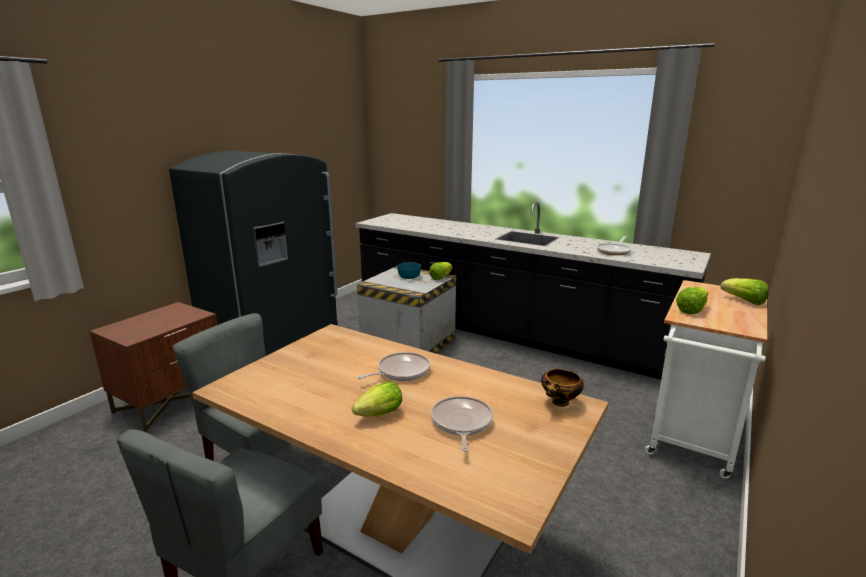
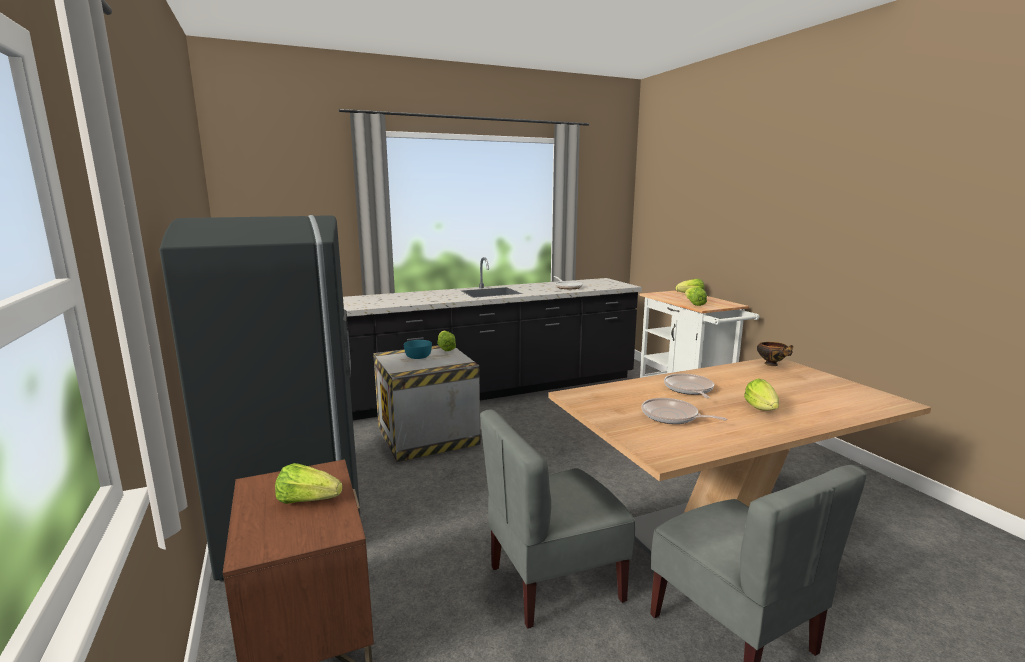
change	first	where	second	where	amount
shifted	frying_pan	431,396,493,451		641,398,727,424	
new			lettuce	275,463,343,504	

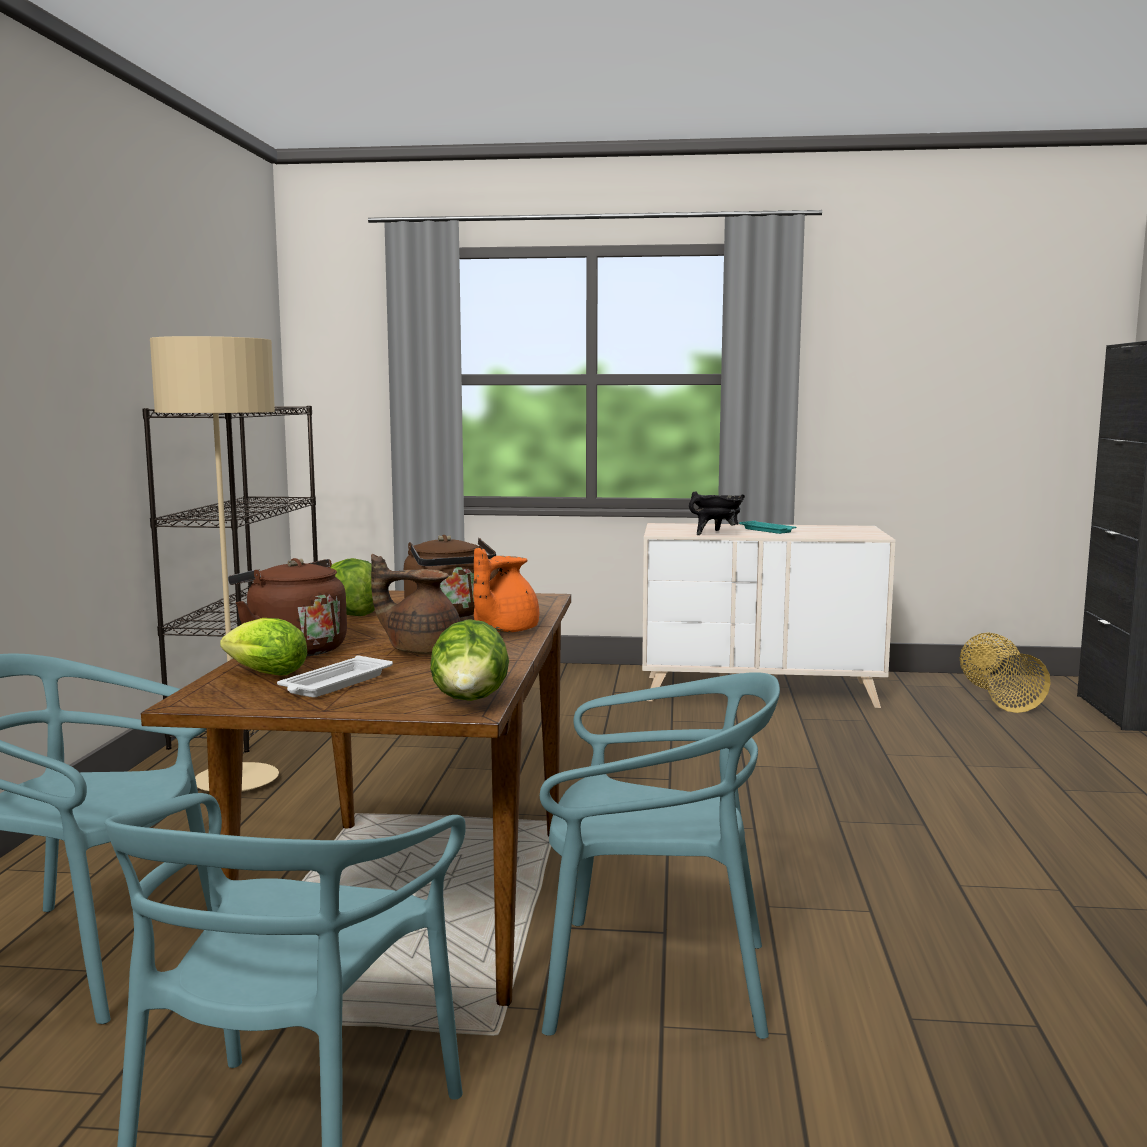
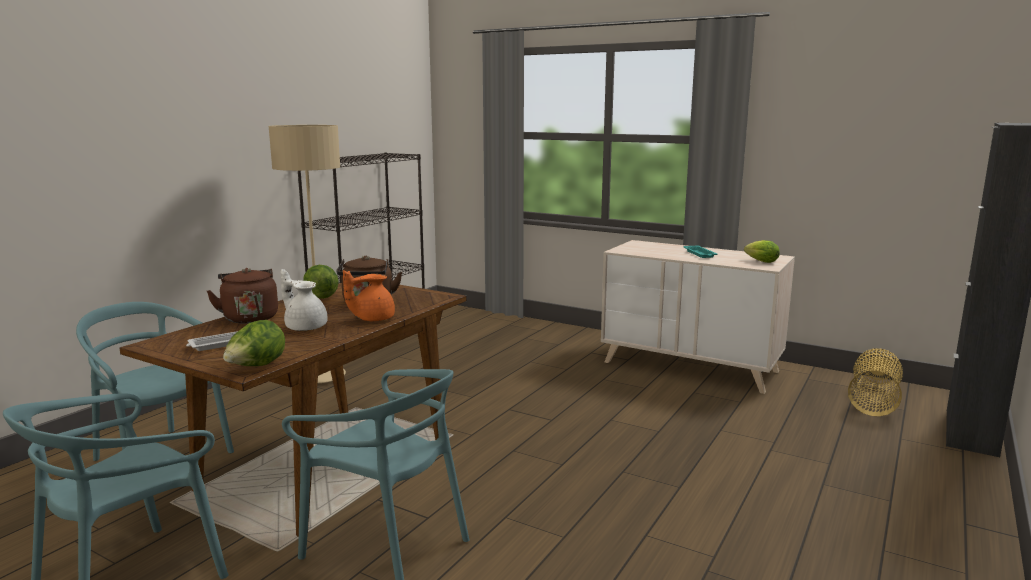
change	first	where	second	where	amount
shifted	lettuce	220,618,307,675		744,240,780,263	
repainted	brown_teapot	371,554,461,654	white_teapot	281,269,328,331	
gone	black_cooking_pot	689,491,745,535			

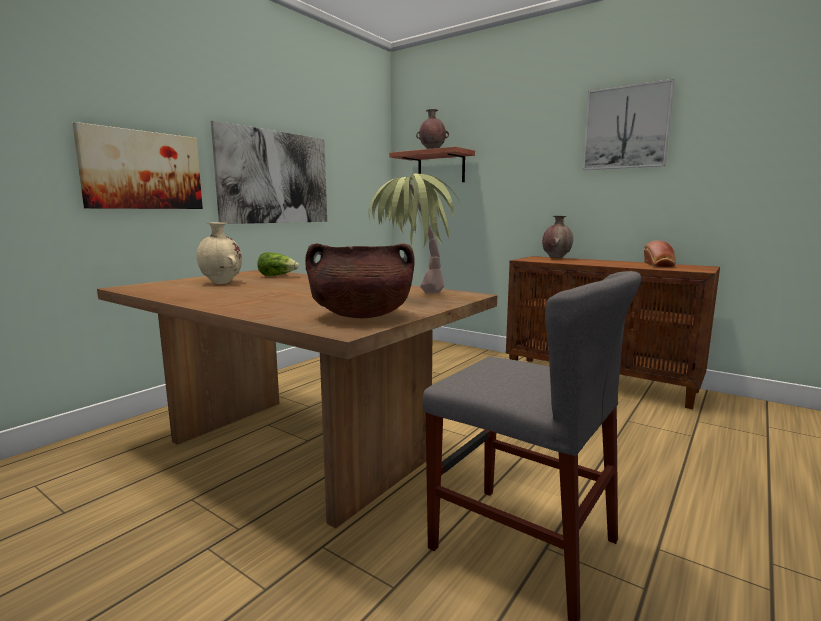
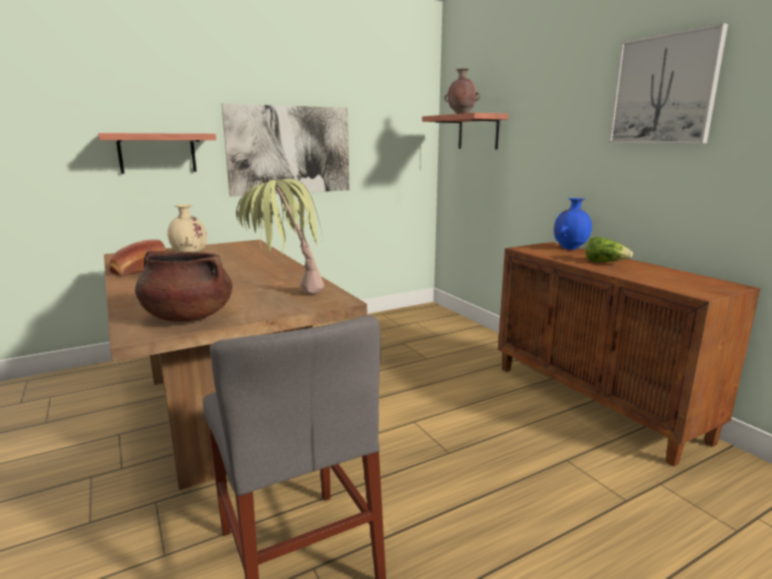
change	first	where	second	where	amount
swapped	picture	72,122,203,209	shelf	98,133,216,174	
shifted	lettuce	257,252,299,276		585,237,633,262	
repainted	brown_vase	542,216,573,258	blue_vase	554,198,592,250	
shifted	bread	644,241,676,268		109,239,166,276	

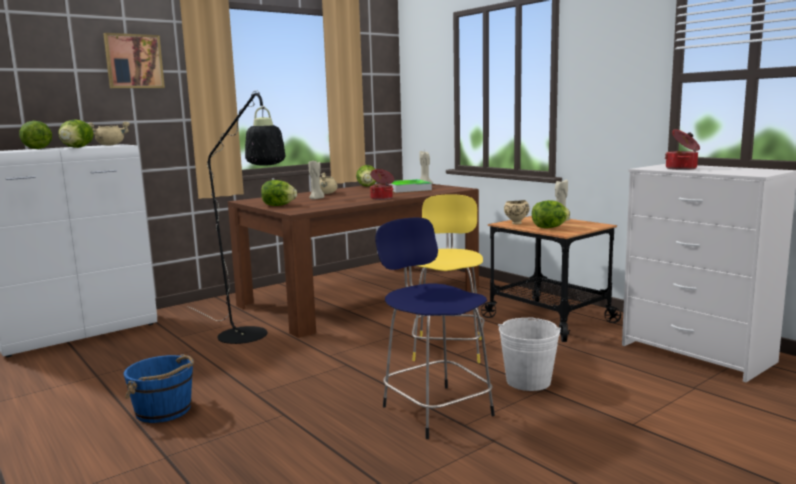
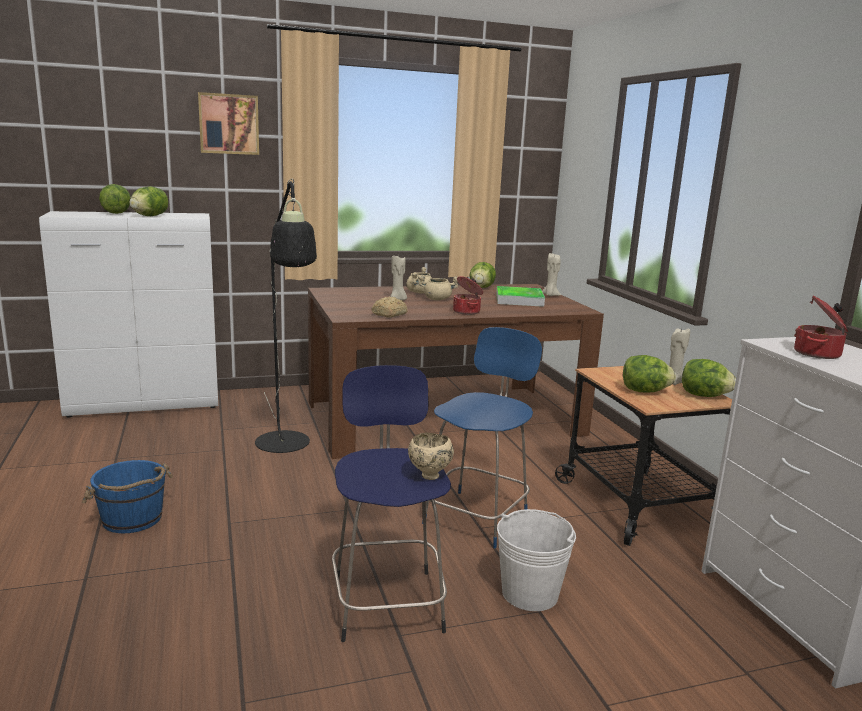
change	first	where	second	where	amount
shifted	beige_cooking_pot	88,121,130,145		418,275,458,300	
shifted	lettuce	261,180,297,206		682,359,736,397	
repainted	yellow_stool	412,195,485,363	blue_stool	422,327,542,548	
shifted	beige_bowl	504,200,529,224		408,432,454,480	
new			bread	371,297,408,318	

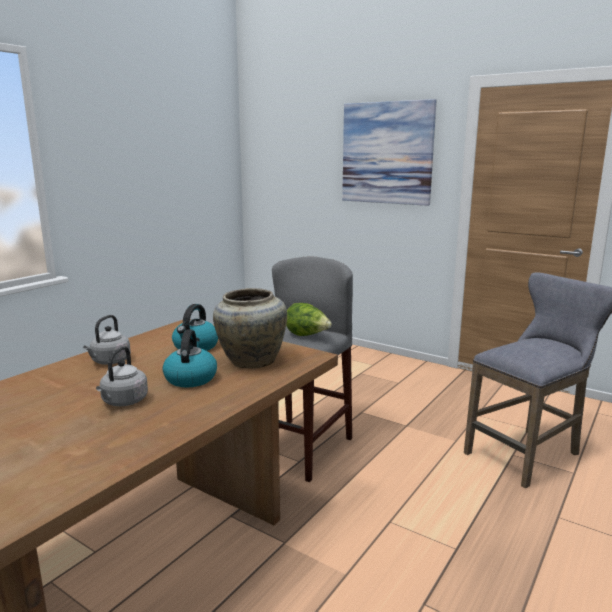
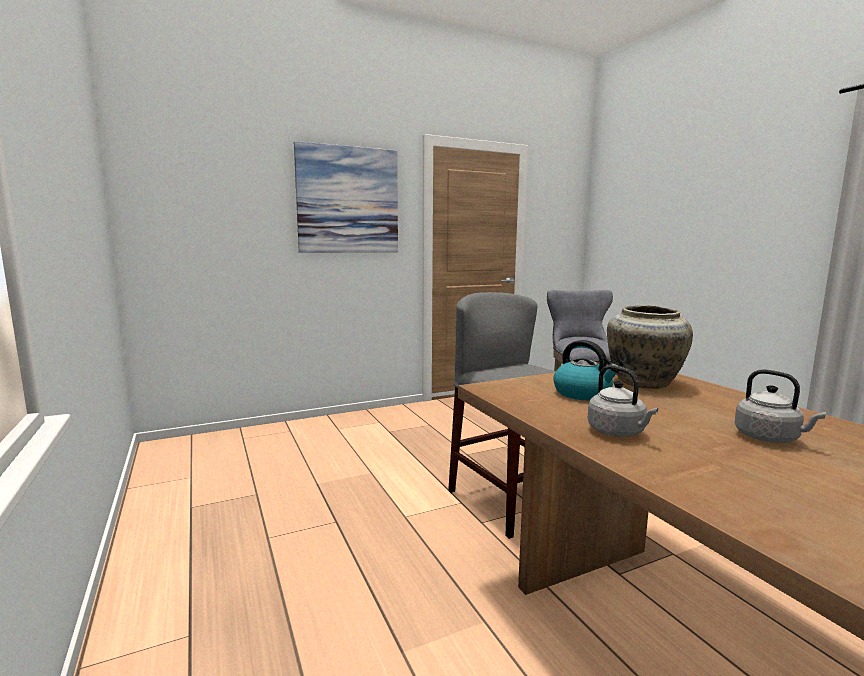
change	first	where	second	where	amount
gone	kettle	162,329,217,387			
gone	lettuce	286,303,332,336			

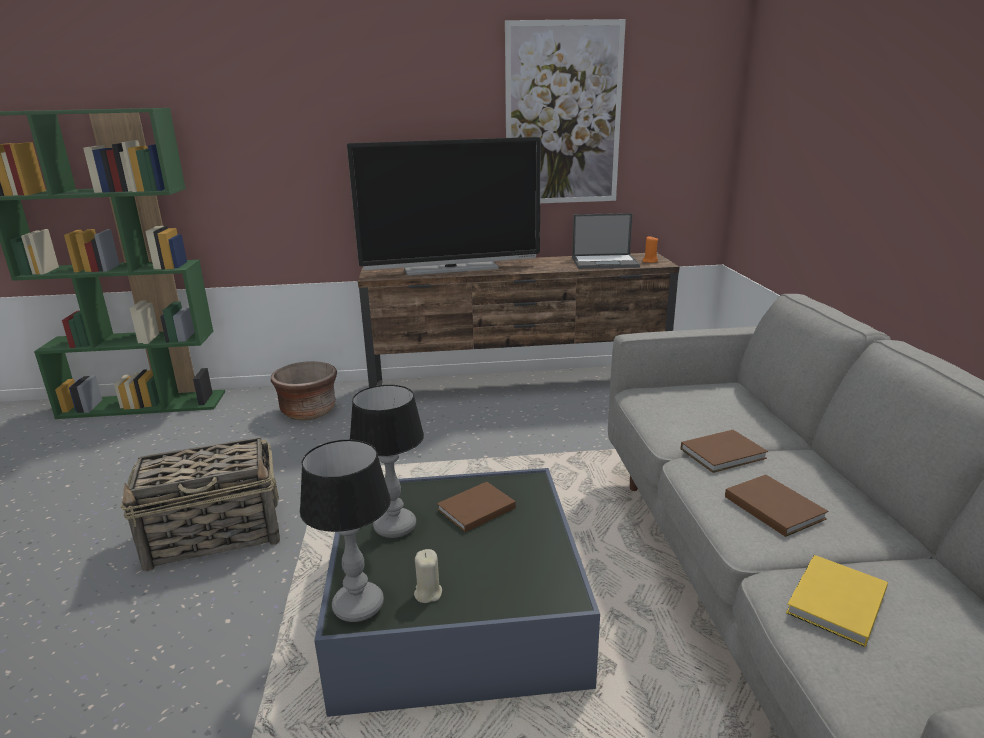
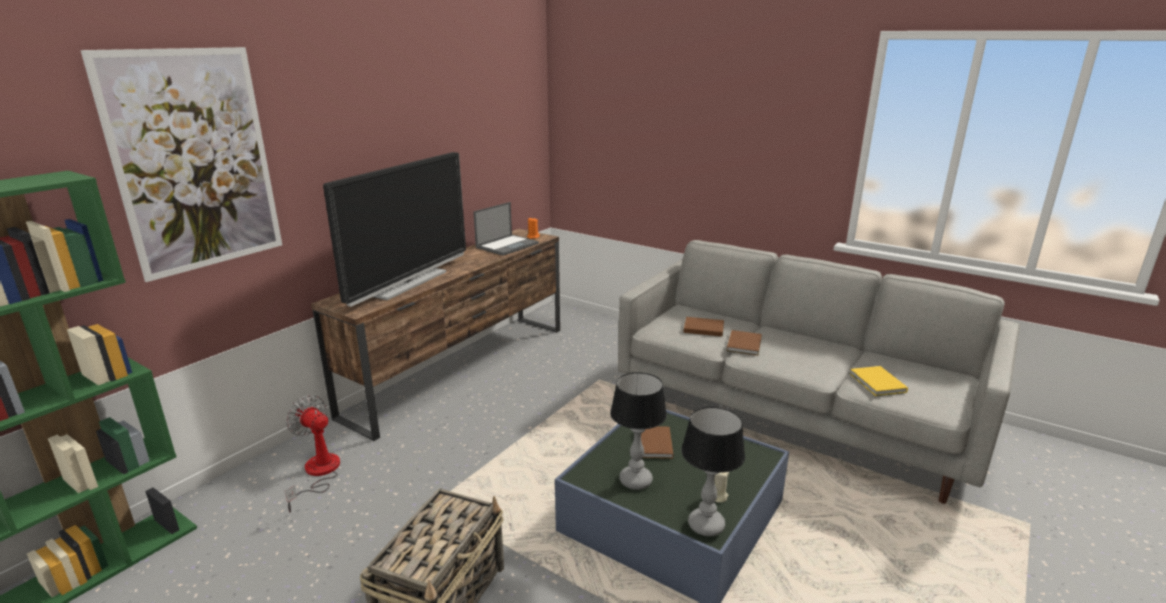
change	first	where	second	where	amount
swapped	brown_planter	271,361,337,420	fan	285,395,340,512	
shifted	picture	505,19,626,203		81,47,282,282	
shifted	brown_book	725,475,828,537		684,317,724,337	

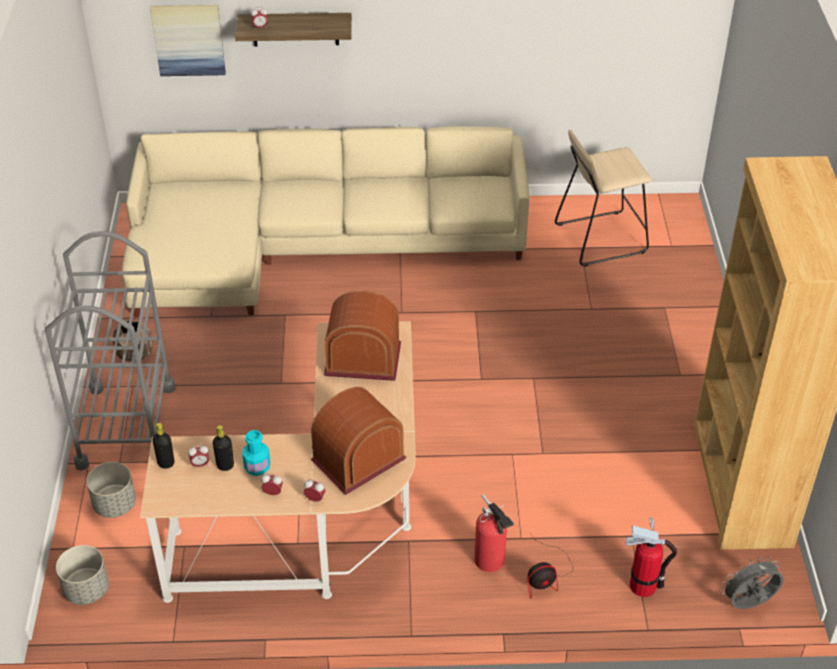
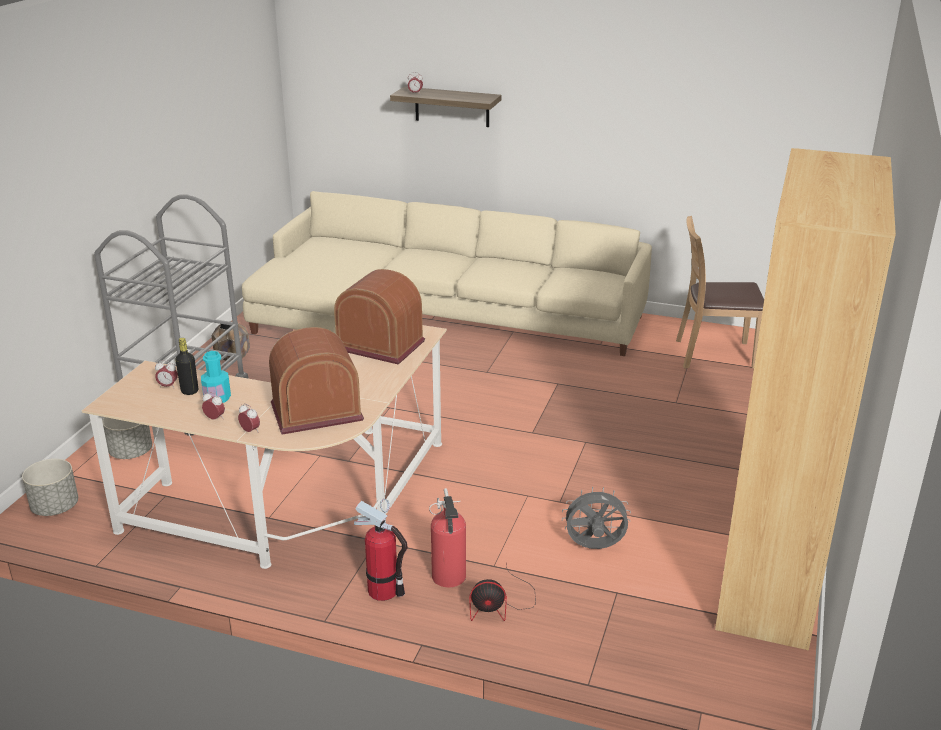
change	first	where	second	where	amount
gone	picture	150,5,226,76			
gone	black_bottle	152,423,175,469			
swapped	beige_stool	555,130,652,267	brown_chair	676,216,764,369	
shifted	fire_extinguisher	626,518,677,597		354,499,408,601	
shifted	grey_fan	720,557,784,609		562,487,631,549	

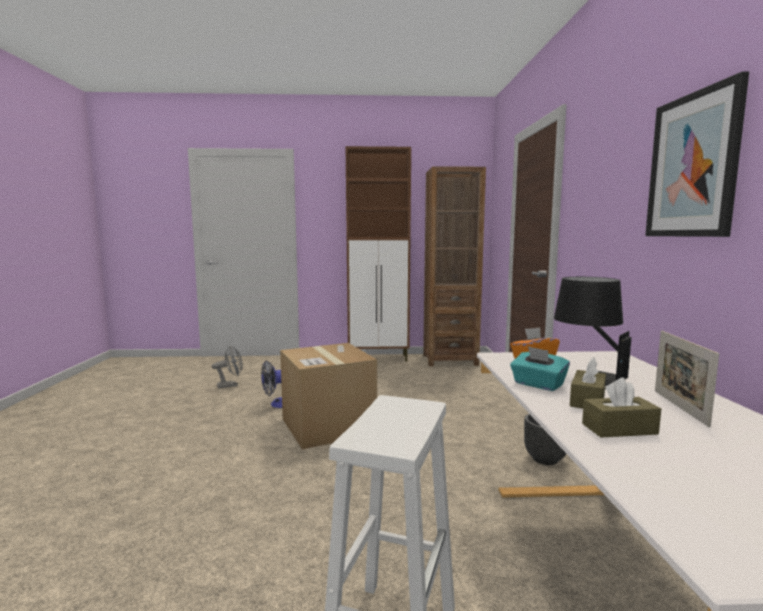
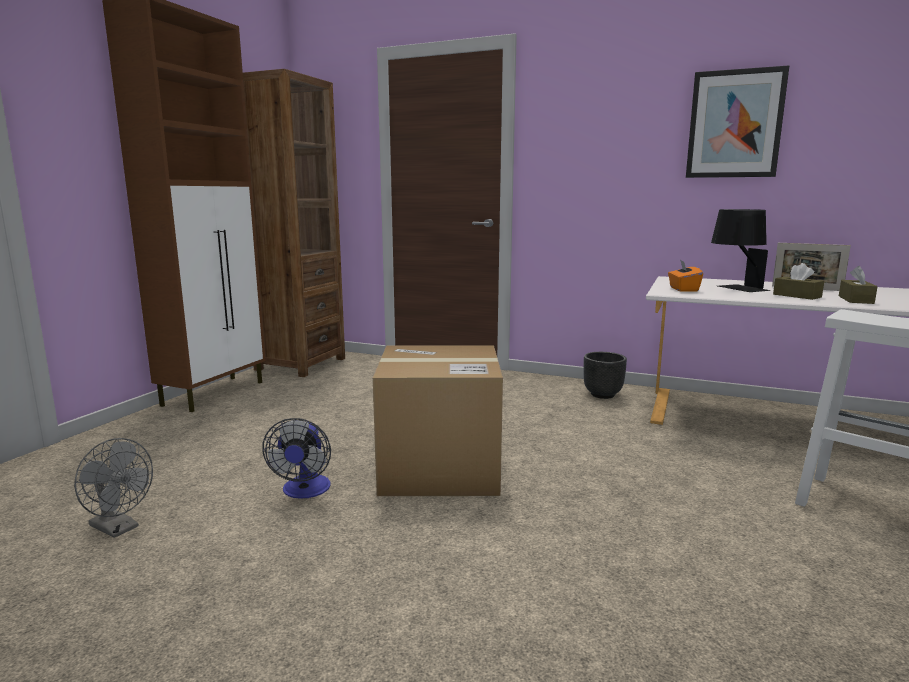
change	first	where	second	where	amount
rotated	grey_fan	212,346,243,388		74,438,153,538	120 degrees clockwise
gone	turquoise_tissue_box	510,346,570,391			

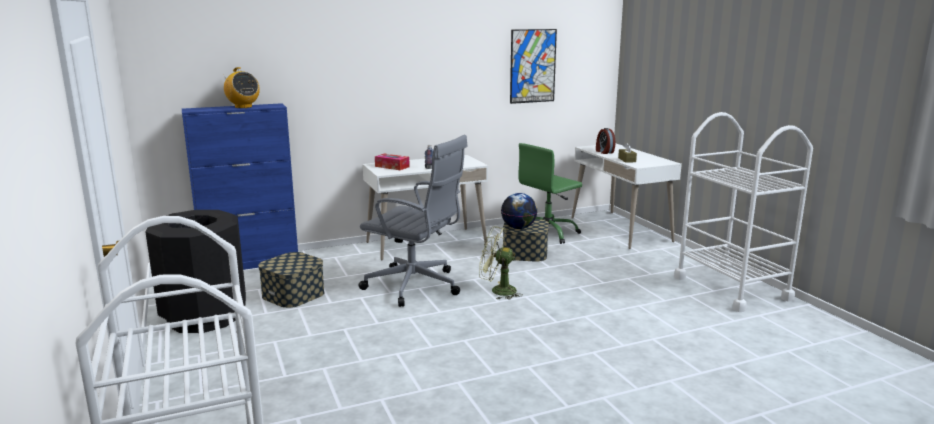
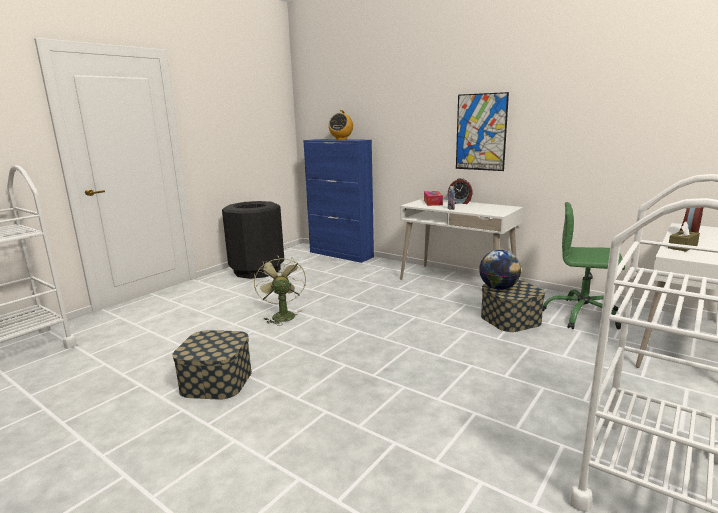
change	first	where	second	where	amount
shifted	storage_box	258,252,324,308		172,330,252,400	
gone	grey_office_chair	358,135,468,307			
shifted	green_fan	479,226,523,300		254,255,306,326	
shifted	picture	510,29,557,104		456,92,509,171	
new			alarm_clock	448,178,472,204	

